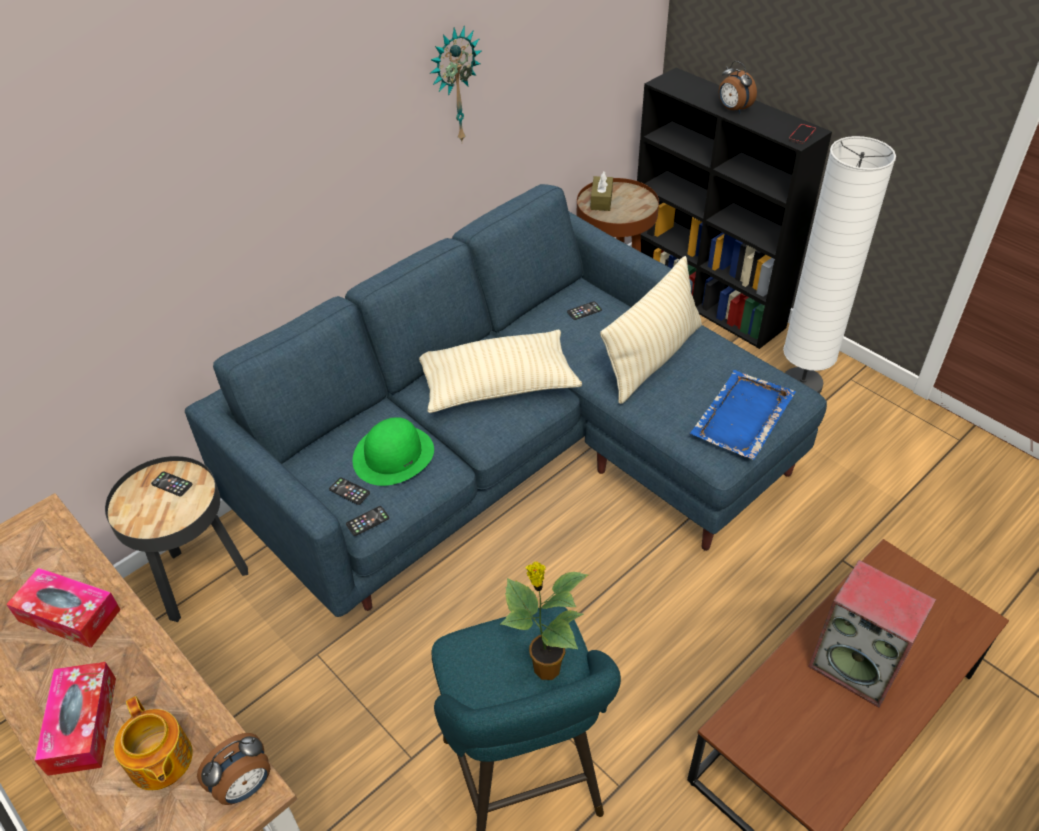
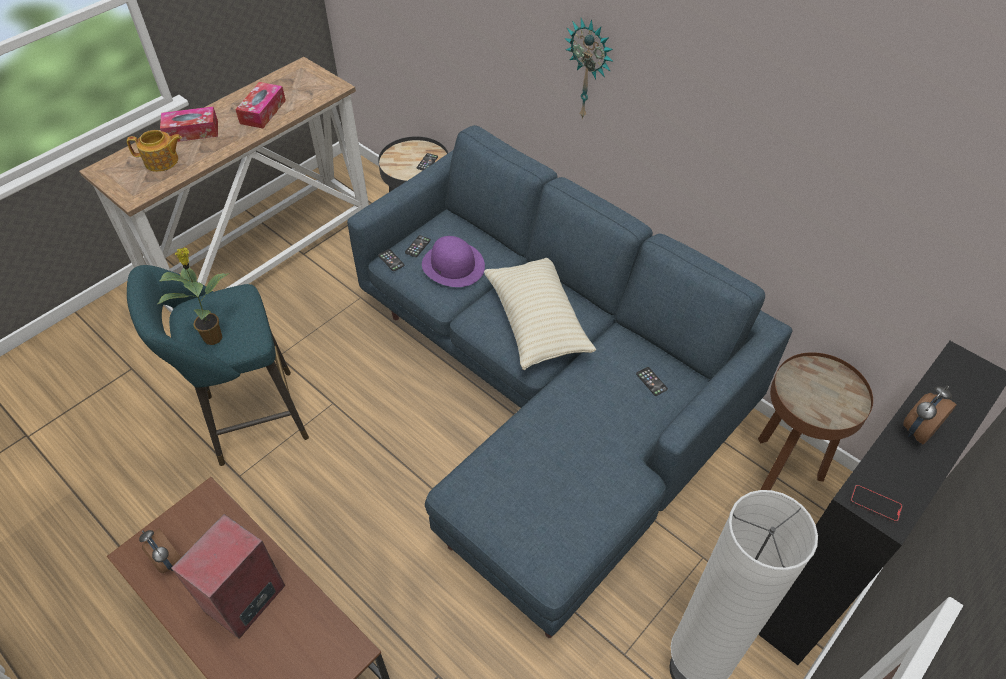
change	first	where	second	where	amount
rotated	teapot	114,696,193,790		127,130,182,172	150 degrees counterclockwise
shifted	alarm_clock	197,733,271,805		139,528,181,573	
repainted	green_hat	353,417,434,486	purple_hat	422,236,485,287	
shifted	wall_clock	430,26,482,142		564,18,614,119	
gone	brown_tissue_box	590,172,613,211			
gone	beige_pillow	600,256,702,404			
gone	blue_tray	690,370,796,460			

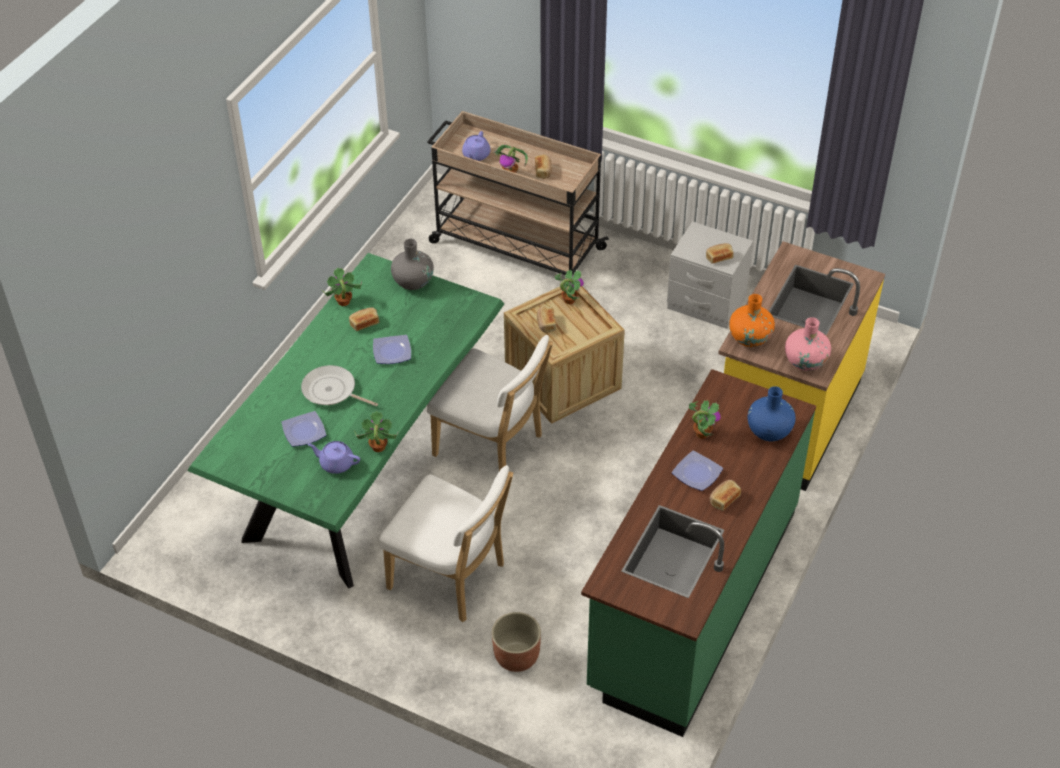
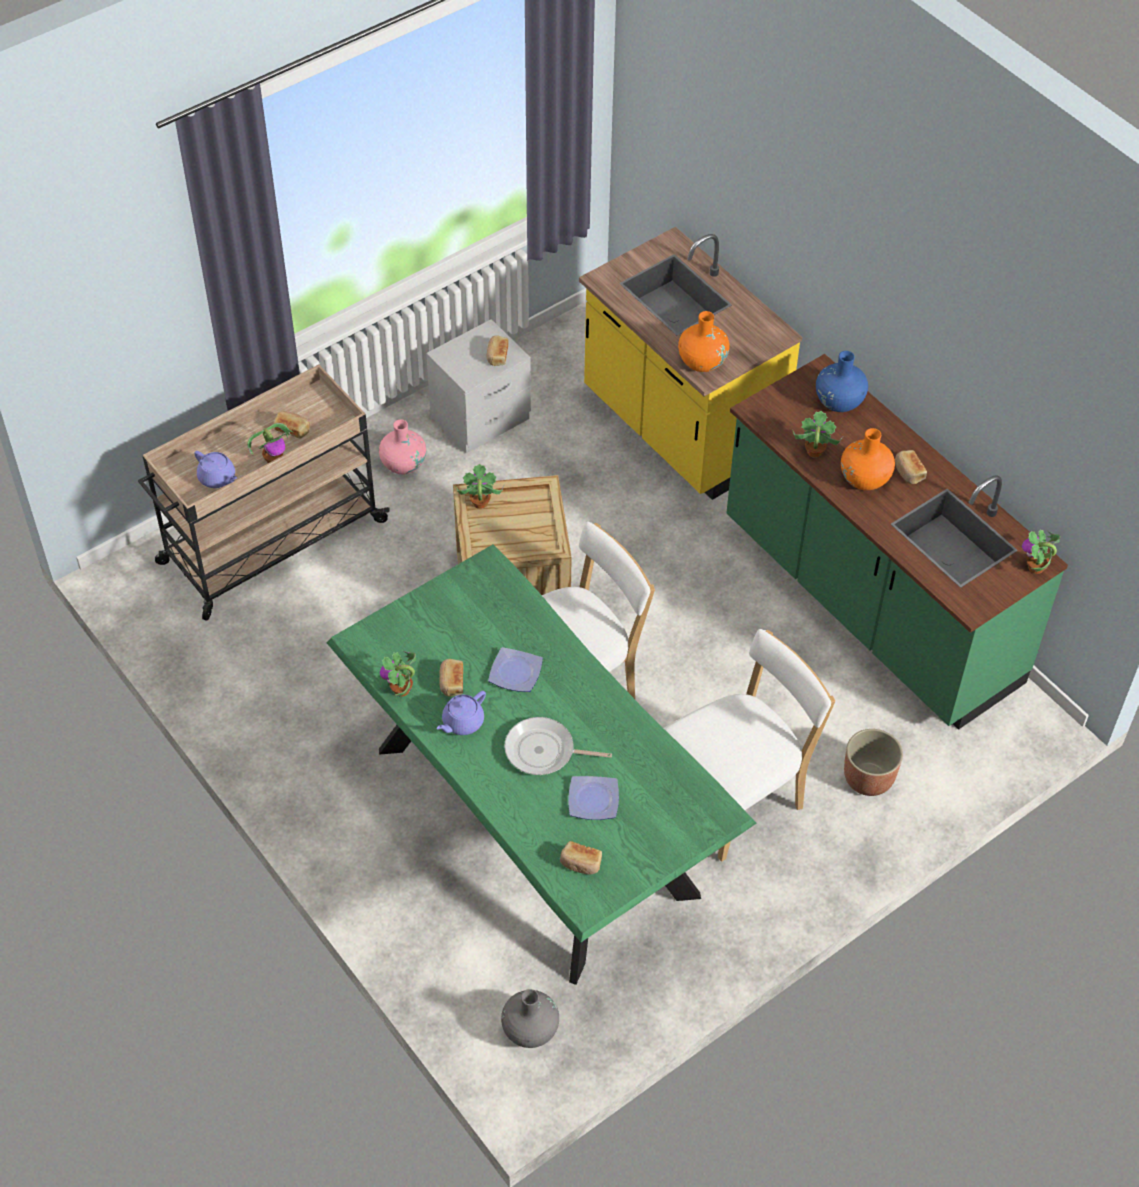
change	first	where	second	where	amount
rotated	frying_pan	301,365,378,406		504,717,612,775	45 degrees clockwise
shifted	purple_teapot	308,441,360,474		437,691,486,735	
shifted	potted_plant	354,411,400,452		1022,529,1060,574	
shifted	grey_vase	391,239,434,290		501,989,559,1048	
shifted	bread	537,306,556,333		560,841,602,874	
swapped	plate	672,451,723,491	orange_vase	841,428,895,490	
shifted	pink_vase	785,317,831,371		379,419,426,474	

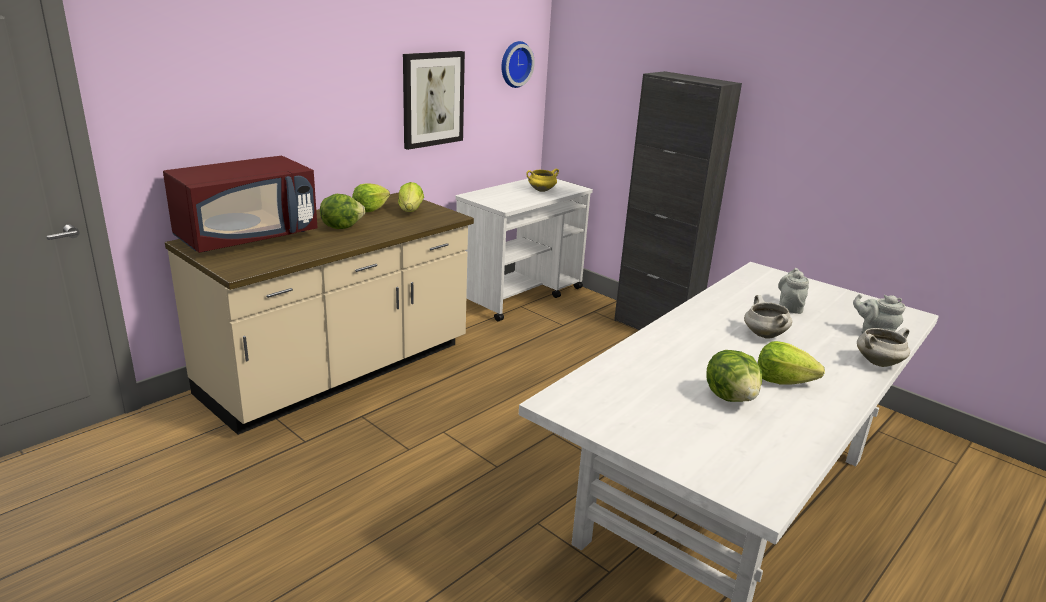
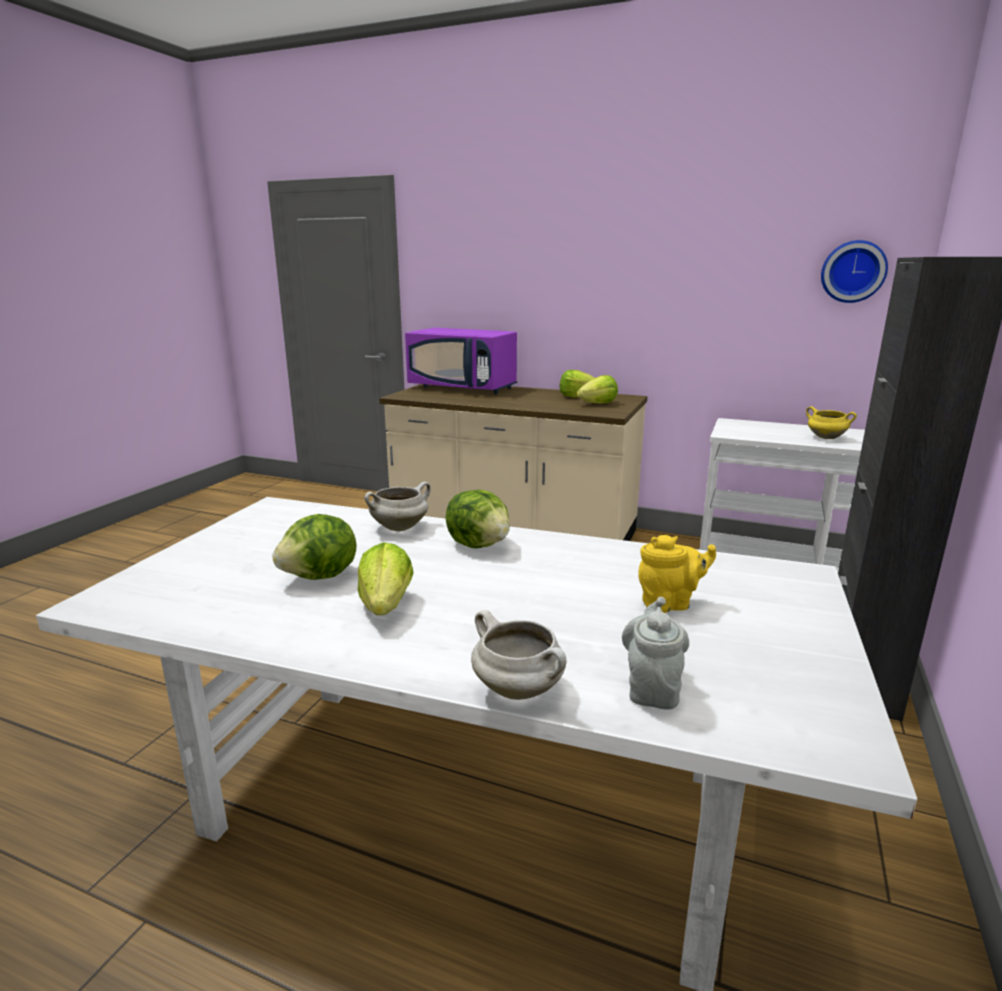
change	first	where	second	where	amount
repainted	red_microwave	163,156,318,253	purple_microwave	405,328,517,394	
shifted	lettuce	320,194,365,229		446,490,510,548	
gone	picture	403,51,465,150			
shifted	white_cooking_pot	744,295,792,338		364,482,431,531	
repainted	grey_teapot	778,268,809,314	yellow_teapot	638,535,716,613	

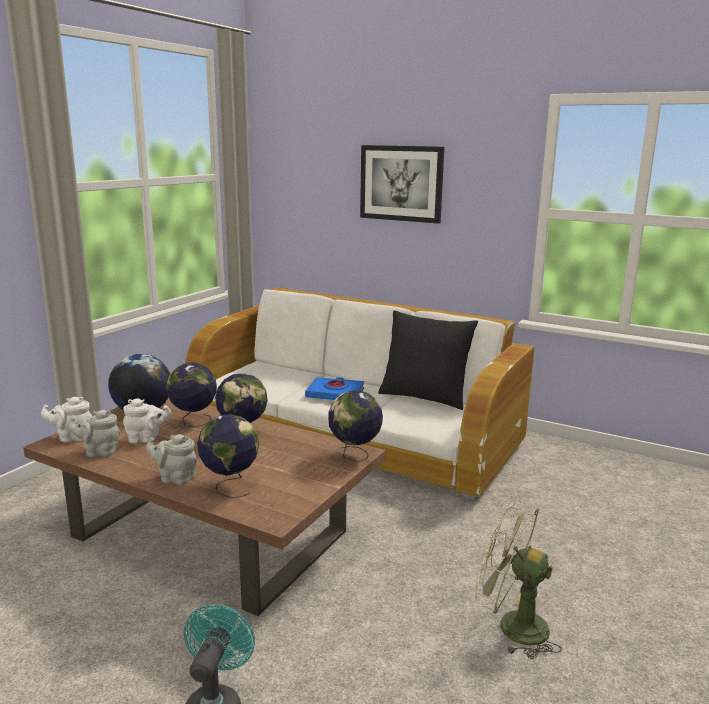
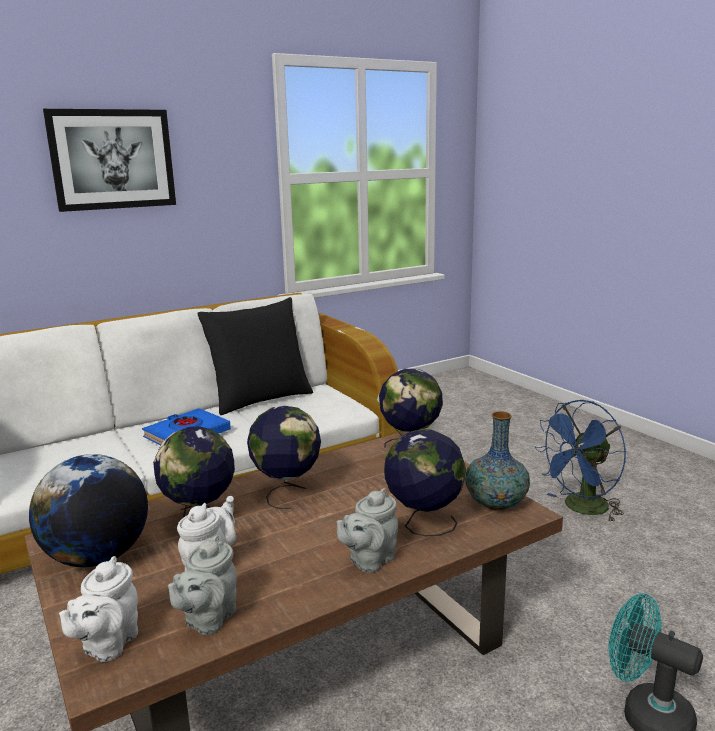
change	first	where	second	where	amount
repainted	green_fan	475,501,562,659	blue_fan	534,400,626,522	
new			vase	465,411,530,510	

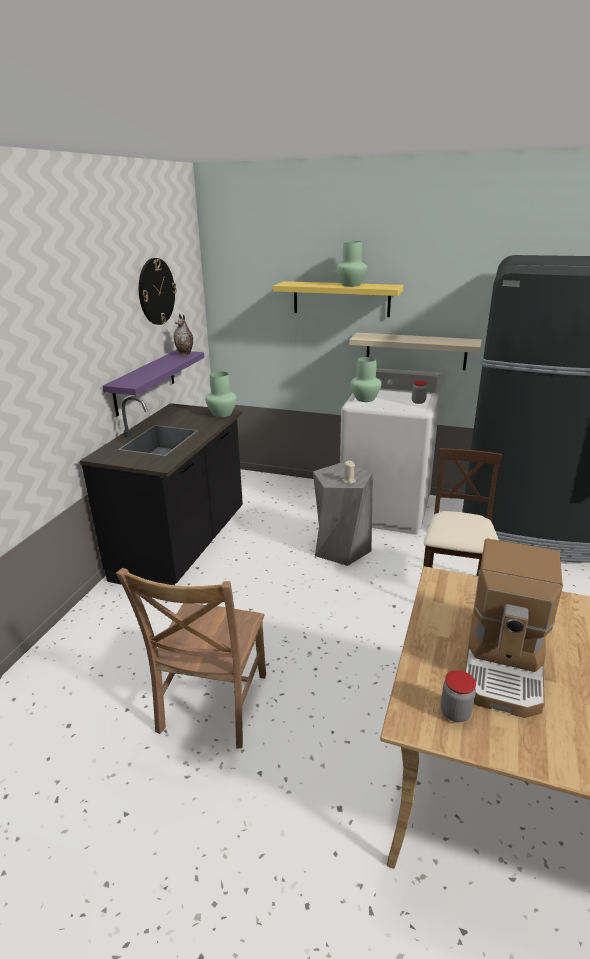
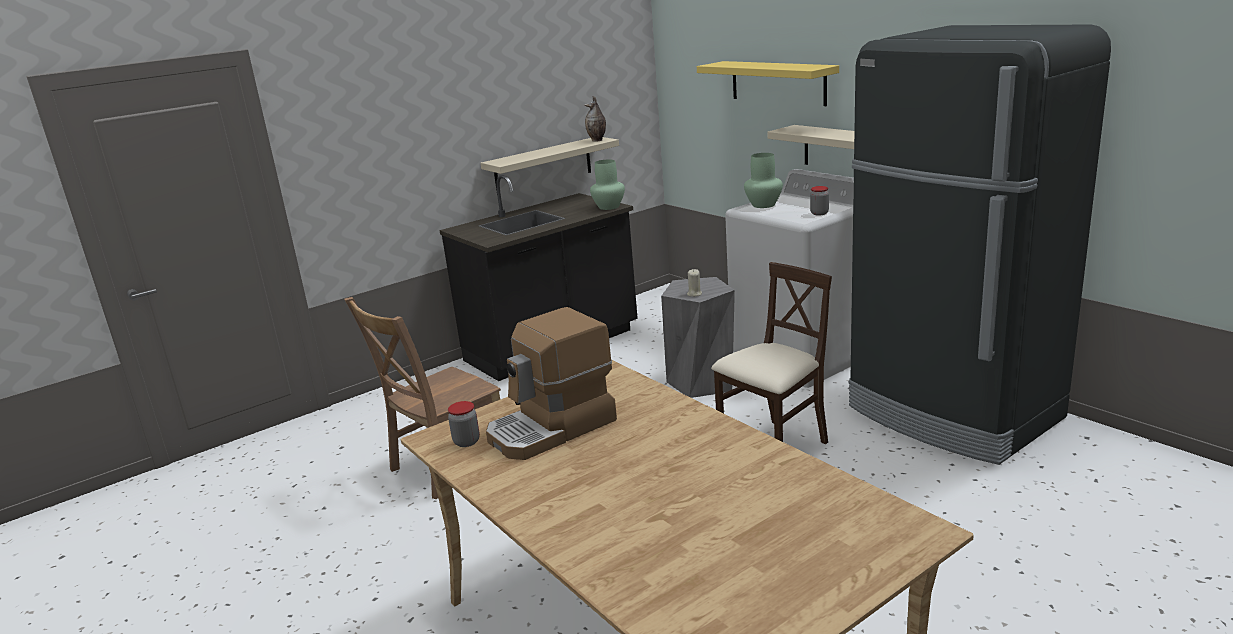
change	first	where	second	where	amount
repainted	purple_shelf	103,350,204,416	beige_shelf	481,137,619,191	
gone	wall_clock	139,258,177,325			
gone	green_vase	337,241,367,287			

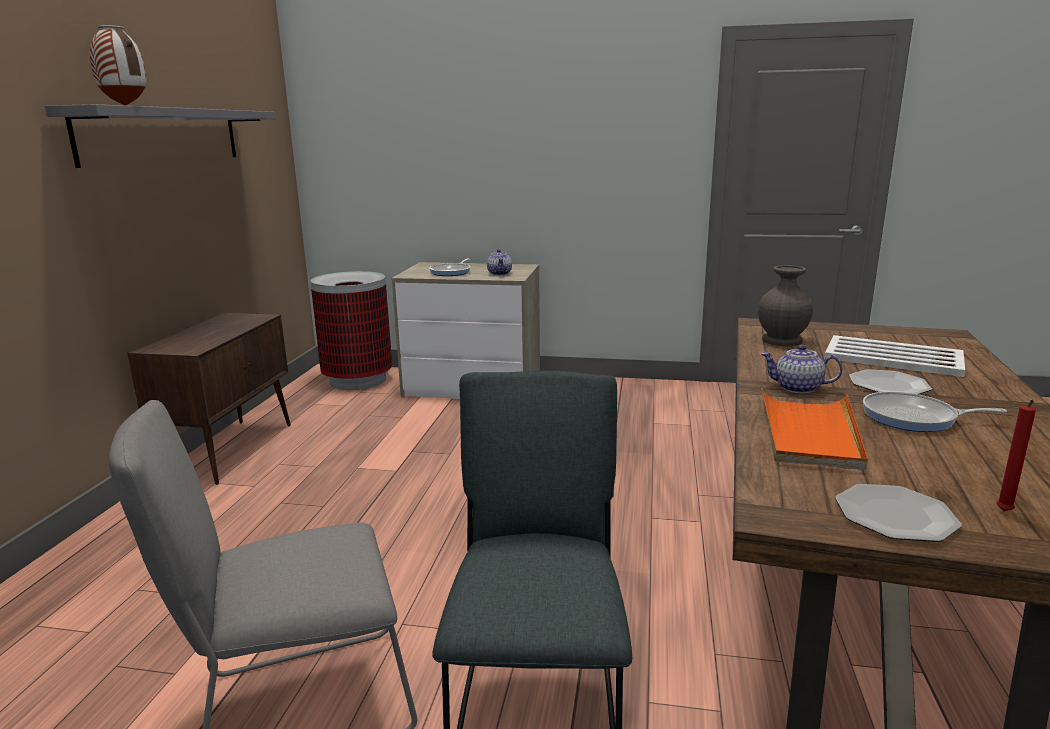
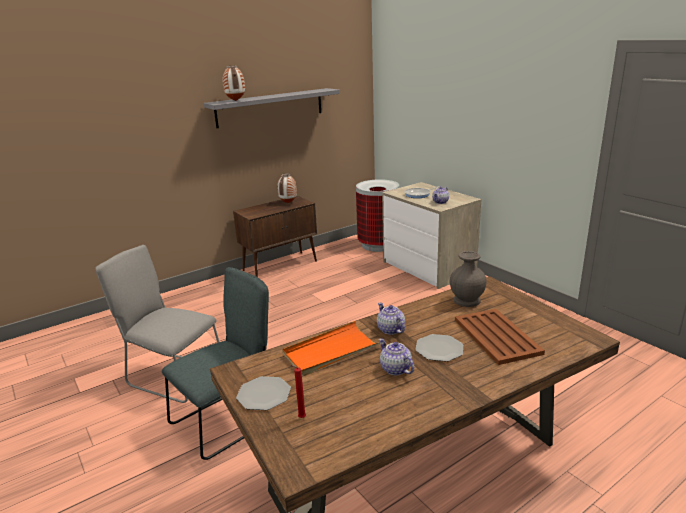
change	first	where	second	where	amount
repainted	white_tray	824,335,965,377	brown_tray	455,309,545,365	
swapped	frying_pan	863,392,1007,432	teapot	379,338,414,376	
new			vase	277,173,297,203	

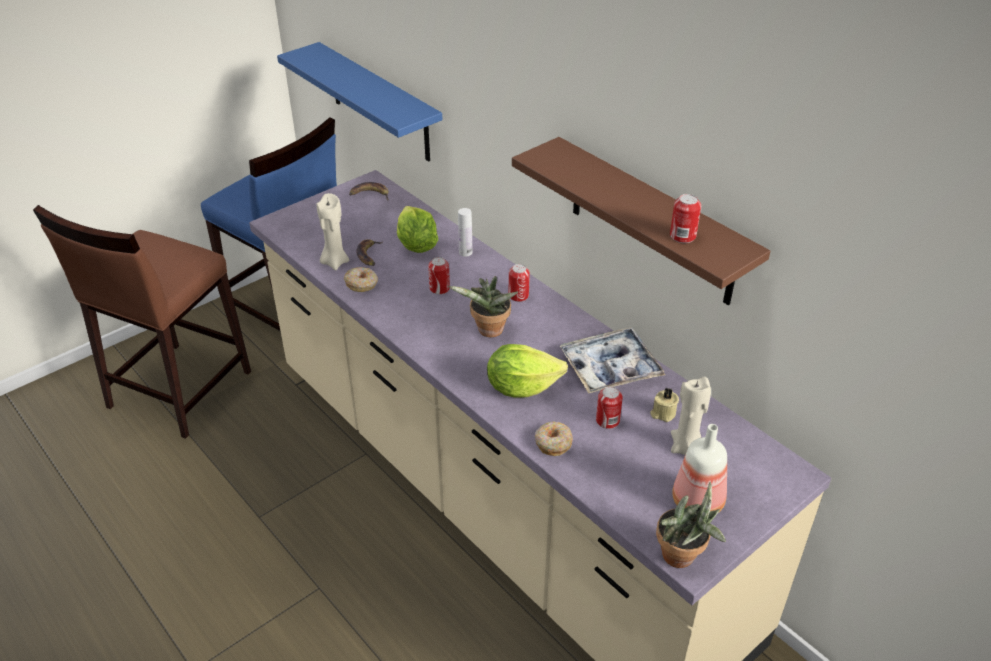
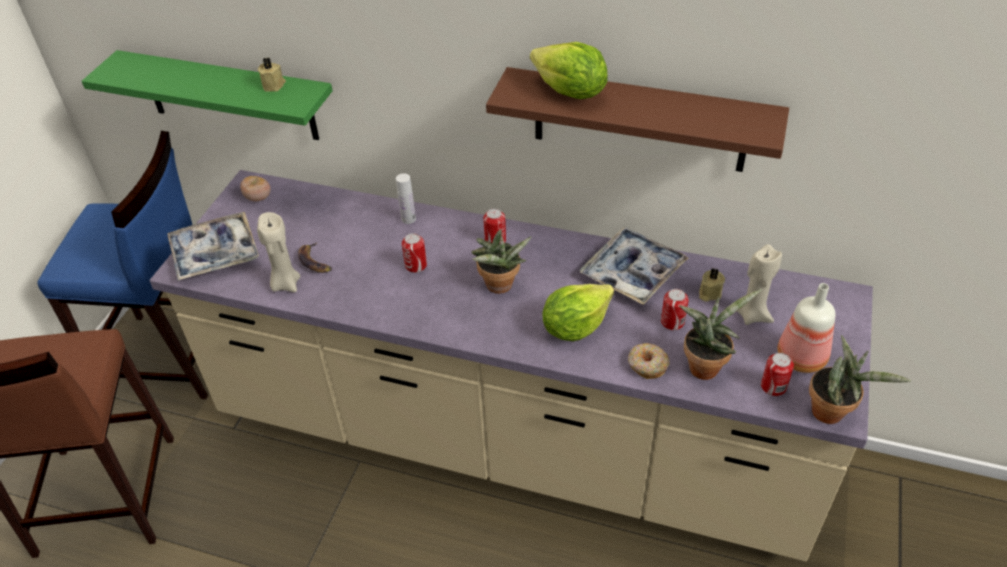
change	first	where	second	where	amount
repainted	blue_shelf	277,42,442,161	green_shelf	82,50,333,140	
gone	donut	344,267,378,292			
swapped	banana	349,182,389,200	tomato	240,176,271,201	
shifted	lettuce	397,206,438,253		530,42,607,99	
shifted	can	670,194,701,243		761,353,794,396	
new			tray	167,212,259,281	
new			beige_candle	258,57,286,92	
new			potted_plant	679,289,762,380	

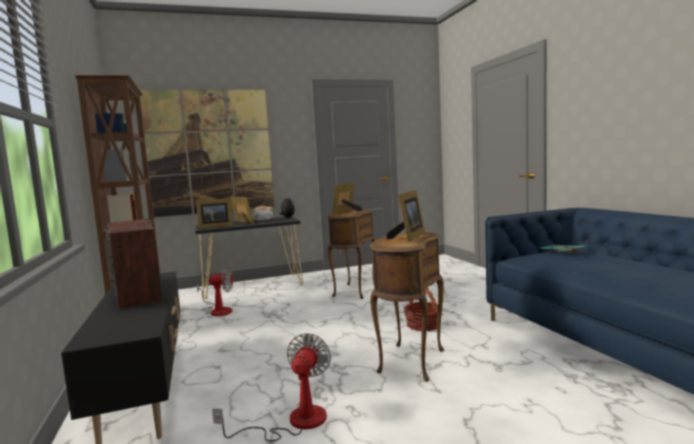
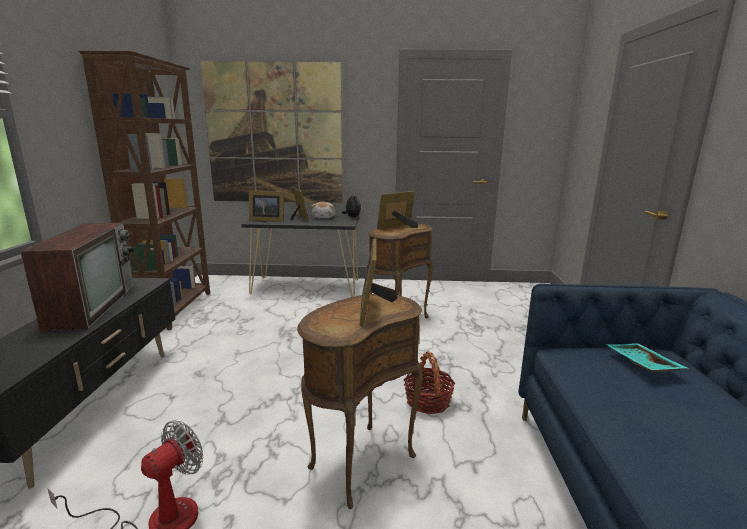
change	first	where	second	where	amount
gone	fan	197,266,233,316			
rotated	picture_frame	387,190,425,242		360,238,397,327	135 degrees clockwise

